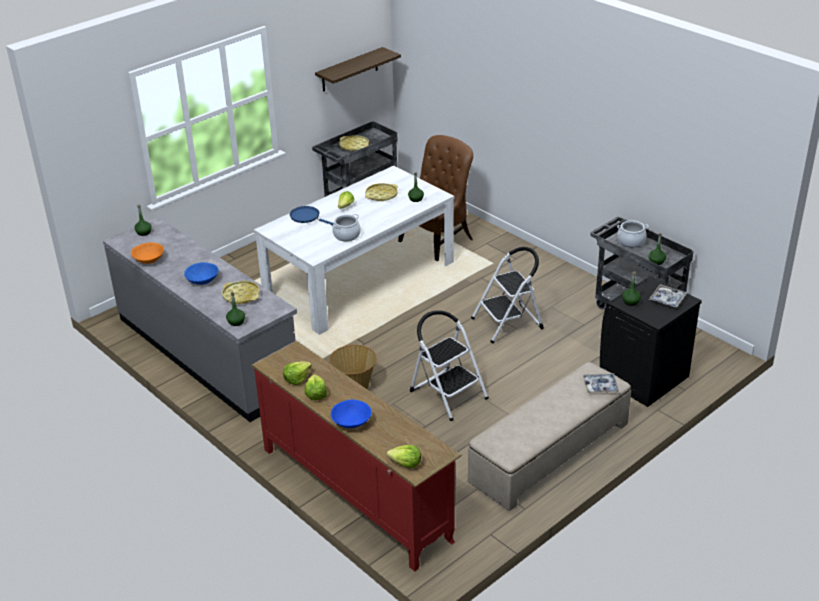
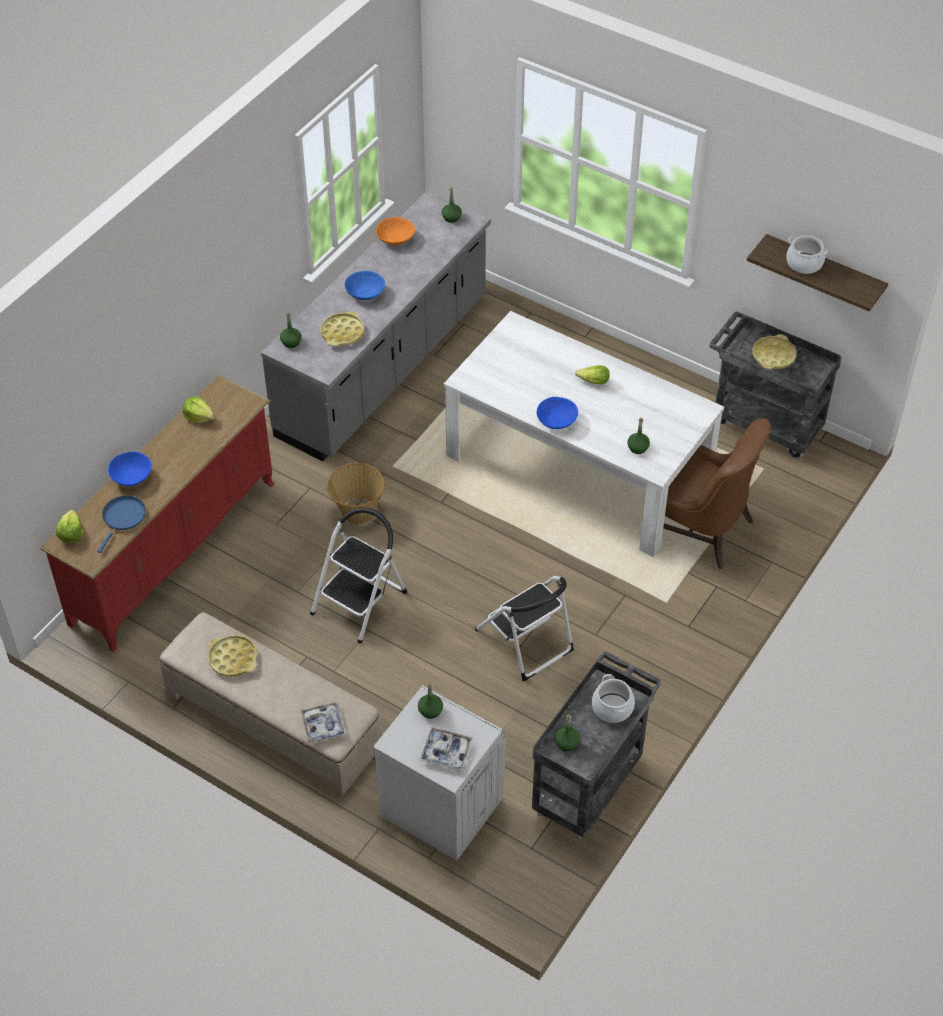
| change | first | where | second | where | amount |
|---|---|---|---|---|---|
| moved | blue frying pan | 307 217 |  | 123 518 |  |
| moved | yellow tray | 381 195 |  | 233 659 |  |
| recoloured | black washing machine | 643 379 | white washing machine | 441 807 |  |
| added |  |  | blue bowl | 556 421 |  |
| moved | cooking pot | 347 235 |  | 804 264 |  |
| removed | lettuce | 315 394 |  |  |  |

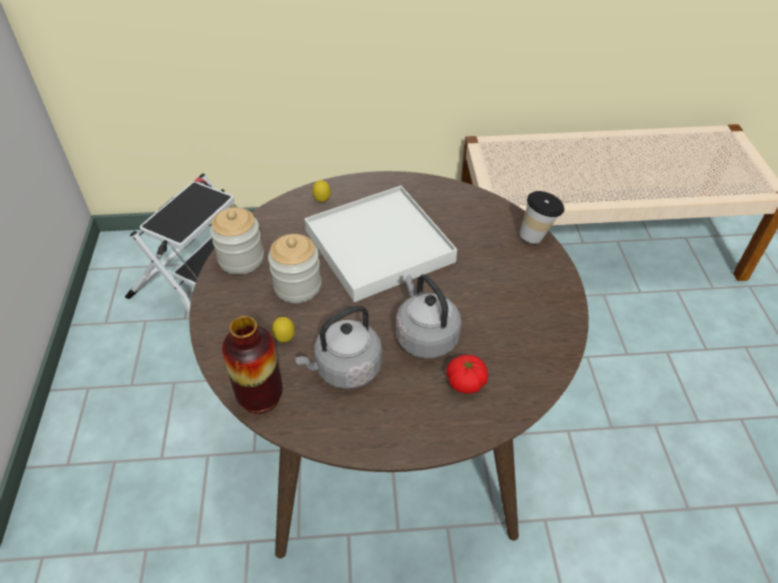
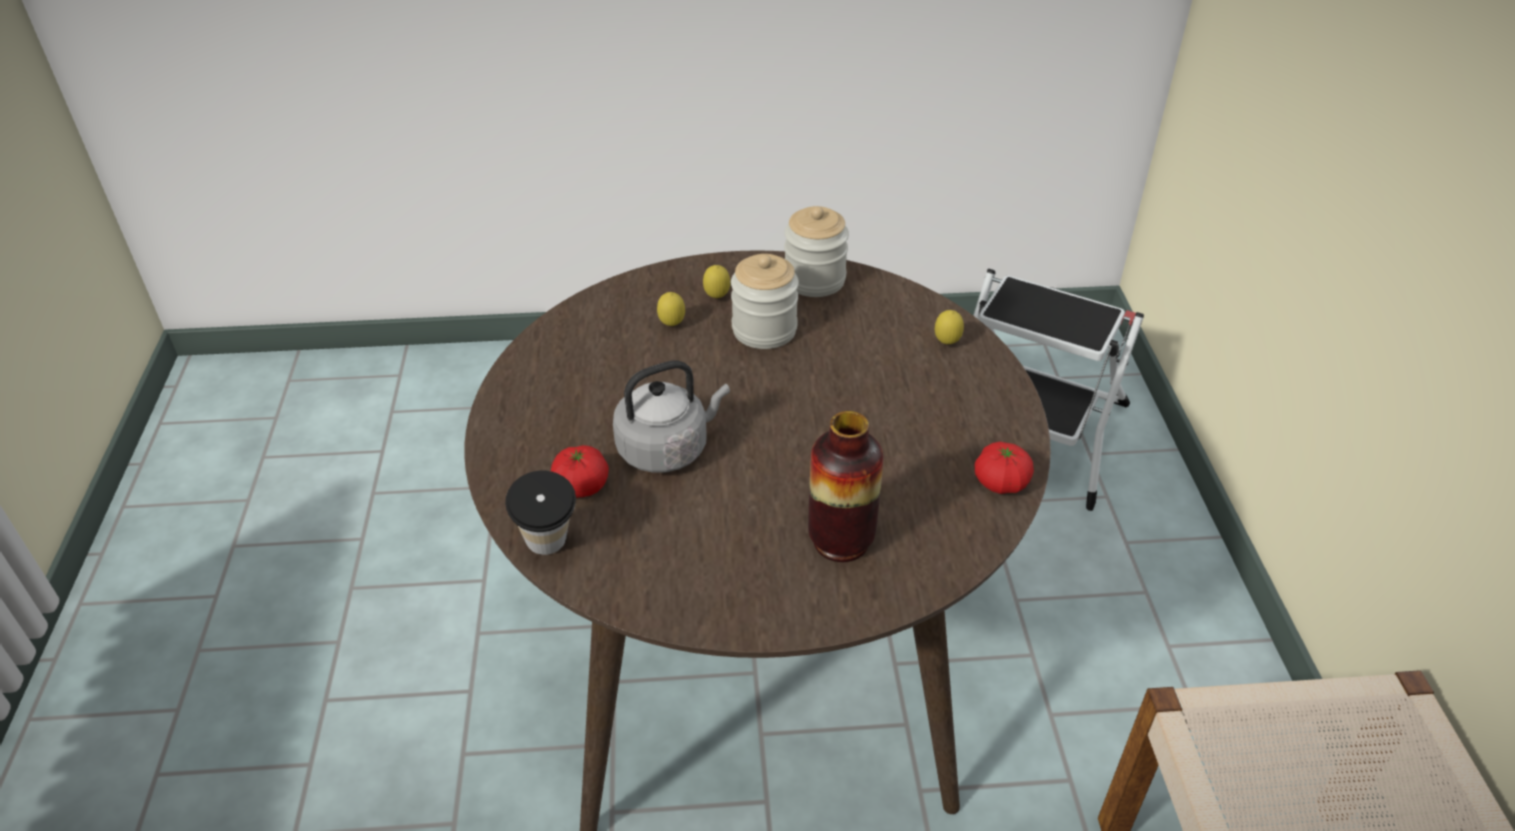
| change | first | where | second | where | amount |
|---|---|---|---|---|---|
| moved | cup | 537 236 |  | 549 550 |  |
| added |  |  | lemon | 717 297 |  |
| moved | vase | 260 397 |  | 841 541 |  |
| added |  |  | tomato | 1001 482 |  |
| removed | grey kettle | 345 369 |  |  |  |
| removed | white tray | 379 246 |  |  |  |

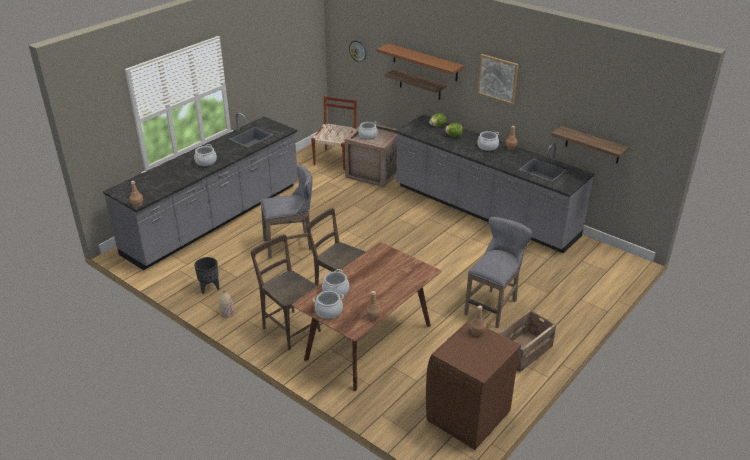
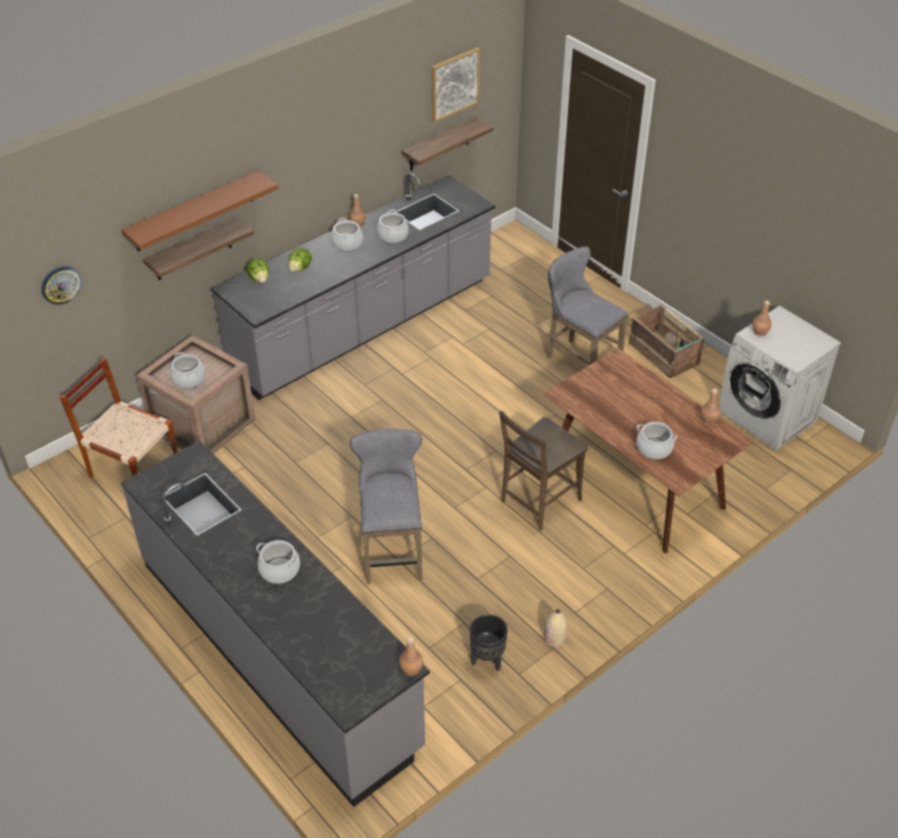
| change | first | where | second | where | amount |
|---|---|---|---|---|---|
| moved | cooking pot | 328 311 |  | 393 236 |  |
| moved | picture | 498 78 |  | 454 84 |  |
| recoloured | brown washing machine | 468 416 | white washing machine | 767 418 |  |
| removed | brown chair | 289 328 |  |  |  |

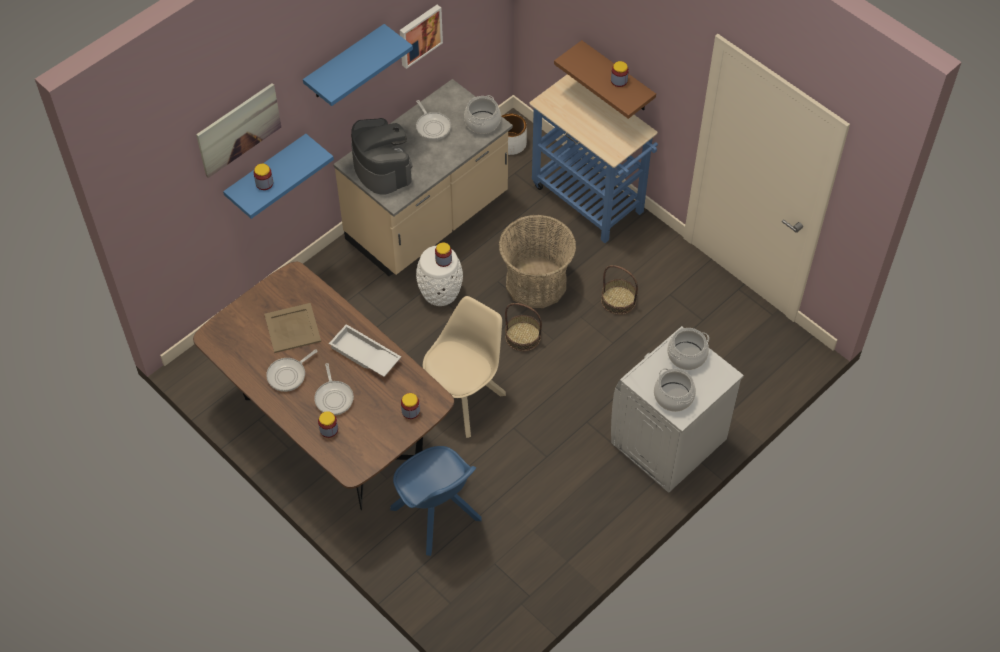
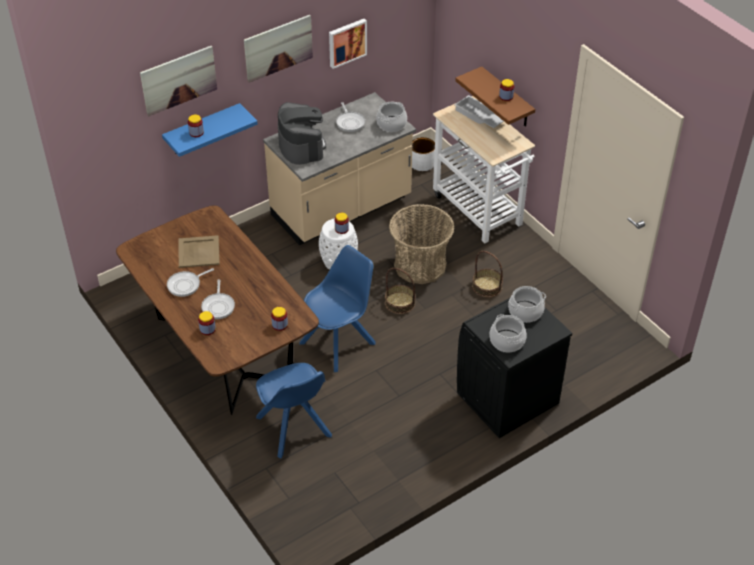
| change | first | where | second | where | amount |
|---|---|---|---|---|---|
| replaced | blue shelf | 345 63 | picture | 278 48 |  |
| recoloured | beige chair | 464 398 | blue chair | 339 342 |  |
| recoloured | blue cart | 589 200 | white cart | 478 211 |  |
| moved | white tray | 364 355 |  | 479 117 |  |
| recoloured | white washing machine | 668 442 | black washing machine | 507 399 |  |

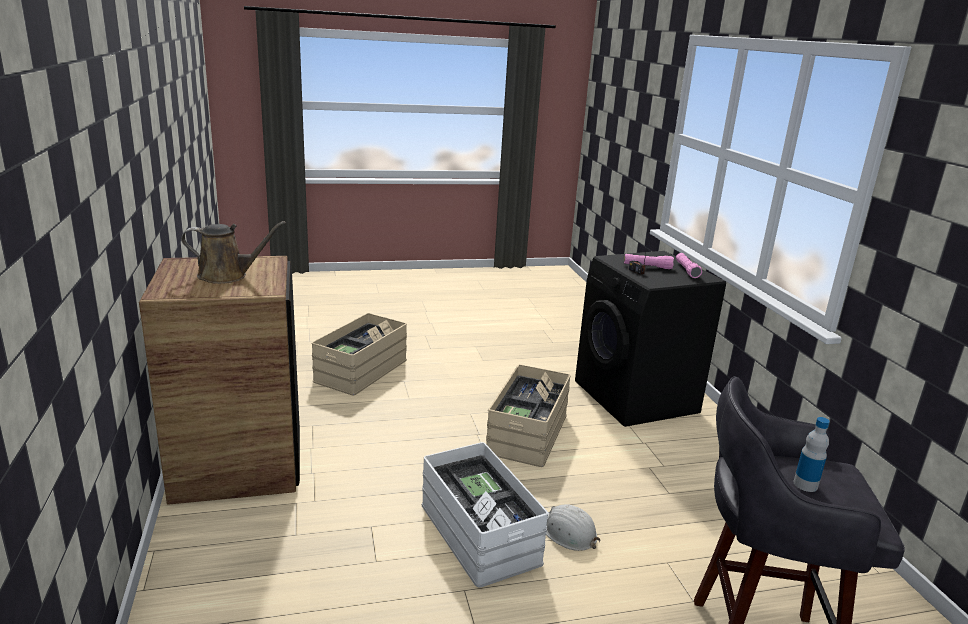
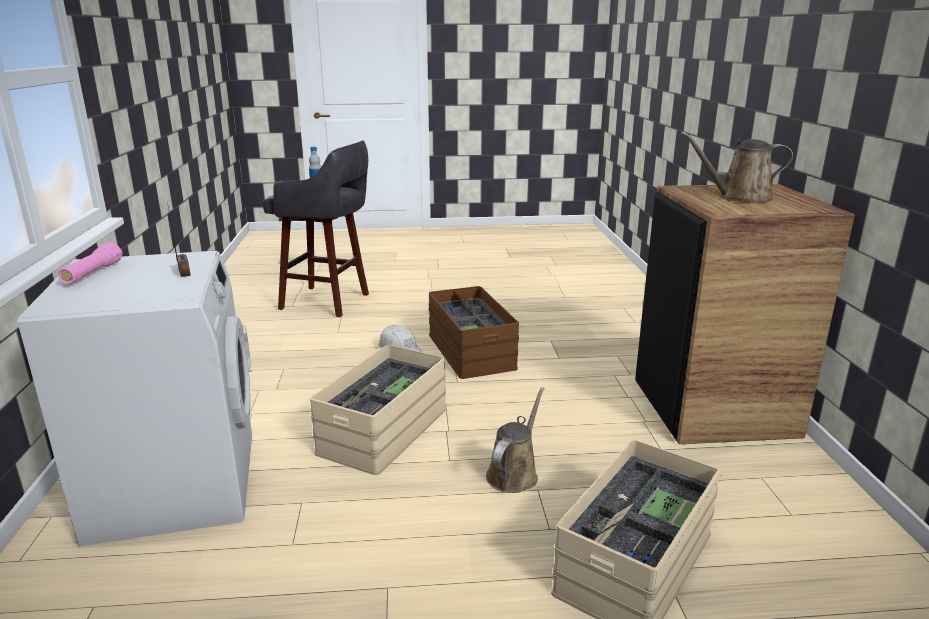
| change | first | where | second | where | amount |
|---|---|---|---|---|---|
| recoloured | black washing machine | 633 396 | white washing machine | 179 482 |  |
| recoloured | white storage box | 480 532 | brown storage box | 469 351 |  |
| added |  |  | brown watering can | 514 473 |  |
| removed | pink flashlight | 647 267 |  |  |  |

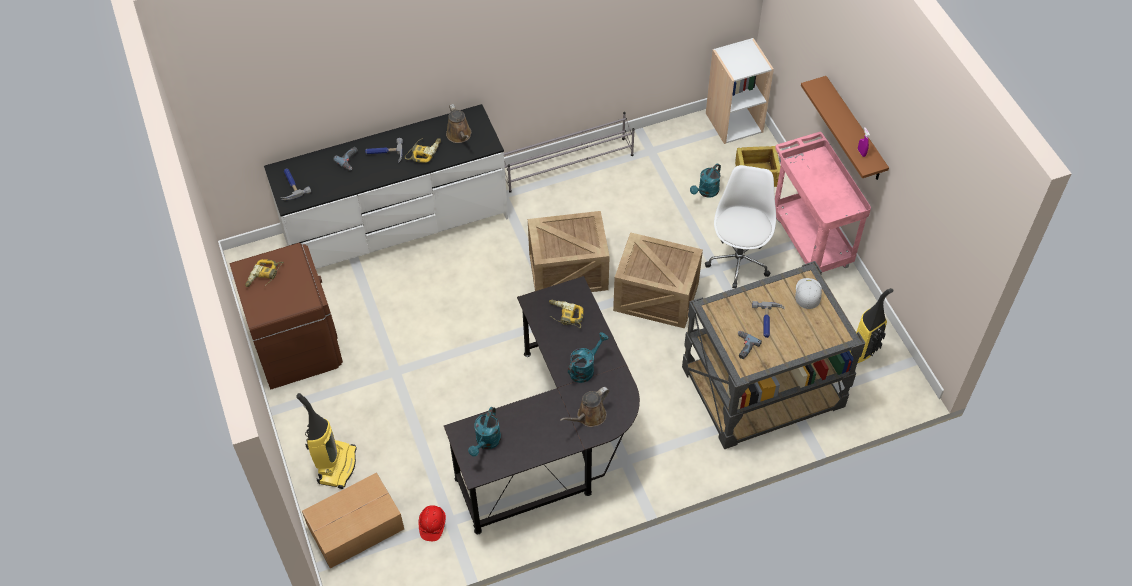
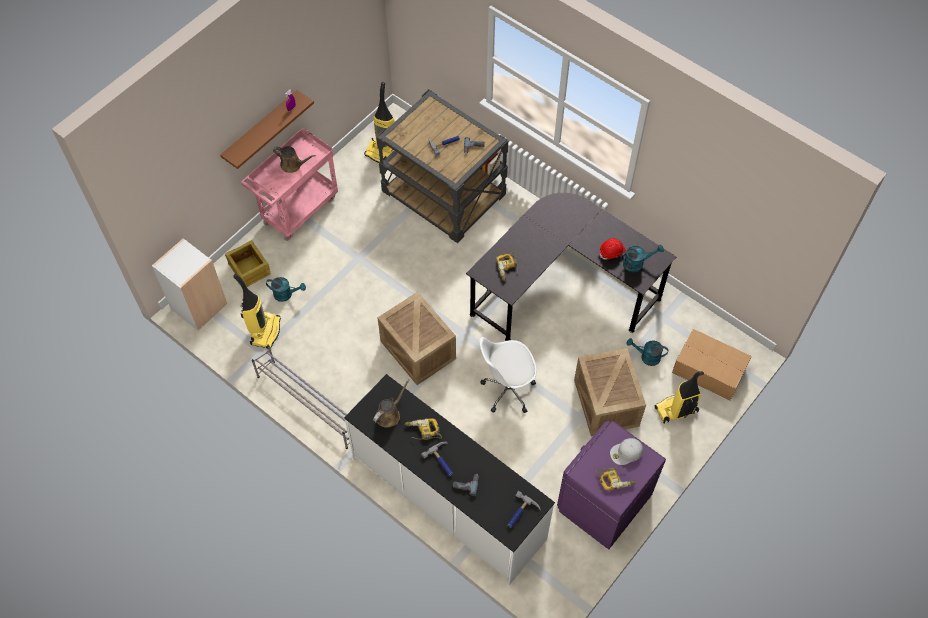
| change | first | where | second | where | amount |
|---|---|---|---|---|---|
| added |  |  | vacuum cleaner | 265 331 |  |
| moved | brown watering can | 589 416 |  | 293 165 |  |
| moved | white office chair | 738 261 |  | 506 391 |  |
| recoloured | brown washing machine | 297 344 | purple washing machine | 602 501 |  |
| moved | crate | 657 296 |  | 605 402 |  |
| moved | red hard hat | 432 525 |  | 612 252 |  |
| moved | white cap | 807 293 |  | 626 453 |  |
| moved | turquoise watering can | 585 368 |  | 646 357 |  |

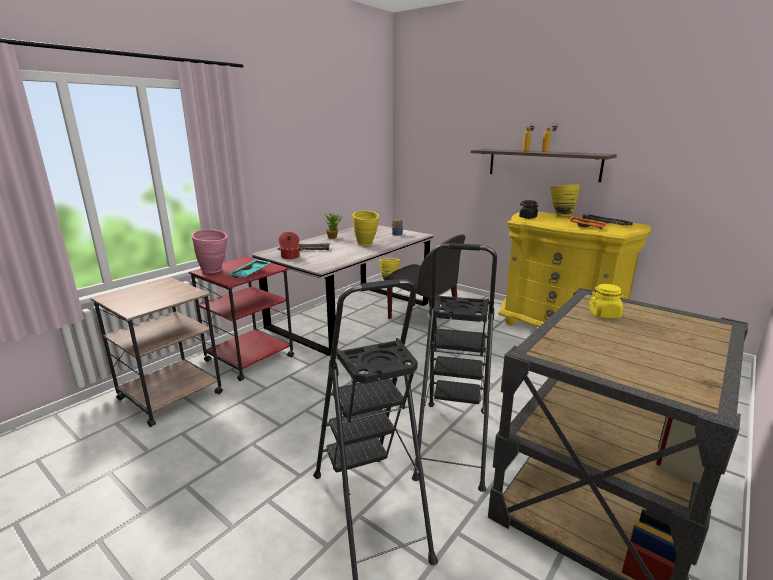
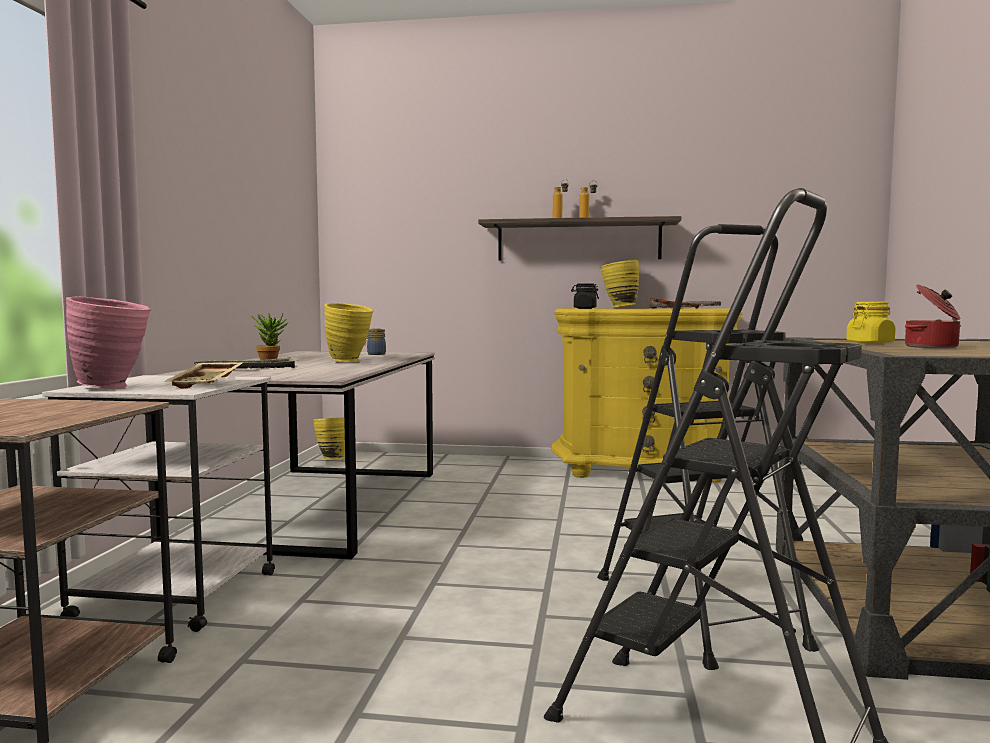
| change | first | where | second | where | amount |
|---|---|---|---|---|---|
| recoloured | red cart | 250 357 | white cart | 177 594 |  |
| recoloured | turquoise tray | 251 273 | beige tray | 208 384 |  |
| moved | cooking pot | 290 257 |  | 932 347 |  |
| removed | grey chair | 425 319 |  |  |  |

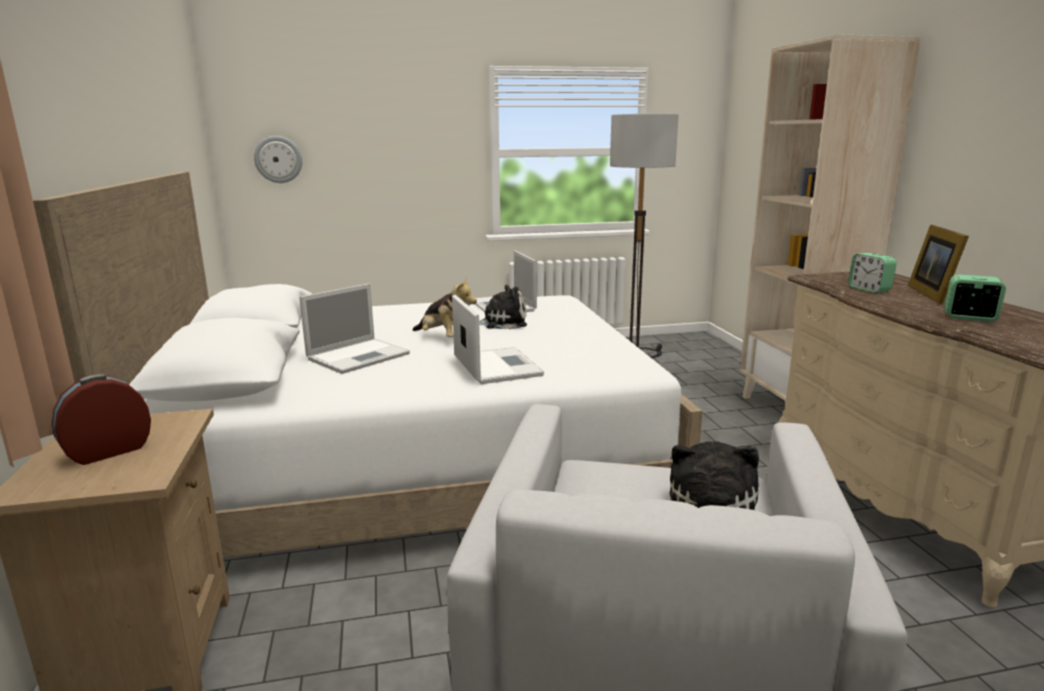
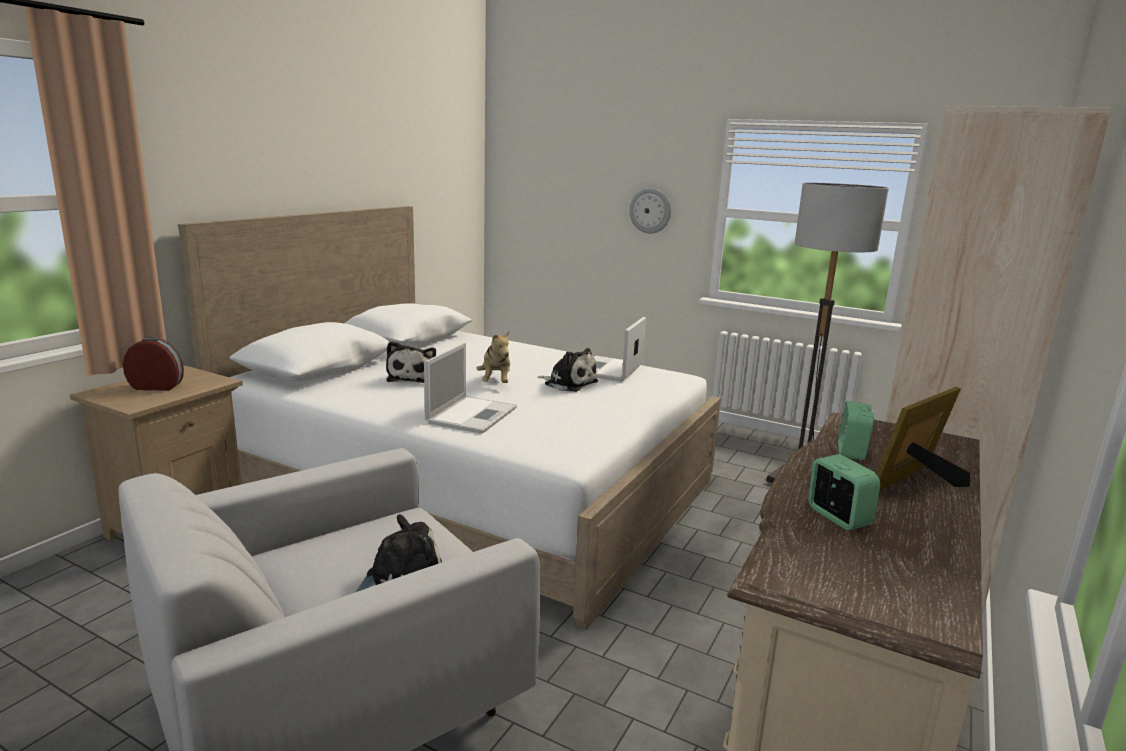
| change | first | where | second | where | amount |
|---|---|---|---|---|---|
| replaced | laptop | 359 356 | plush toy | 413 377 |  |
| moved | wall clock | 278 159 |  | 650 211 |  |

